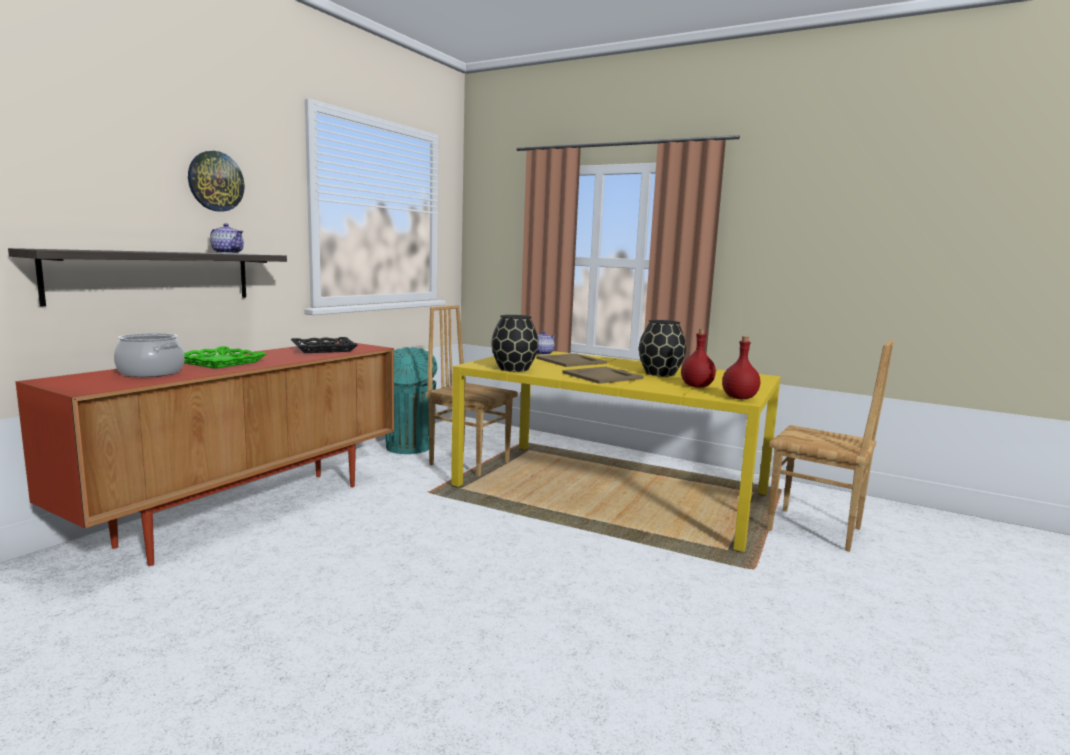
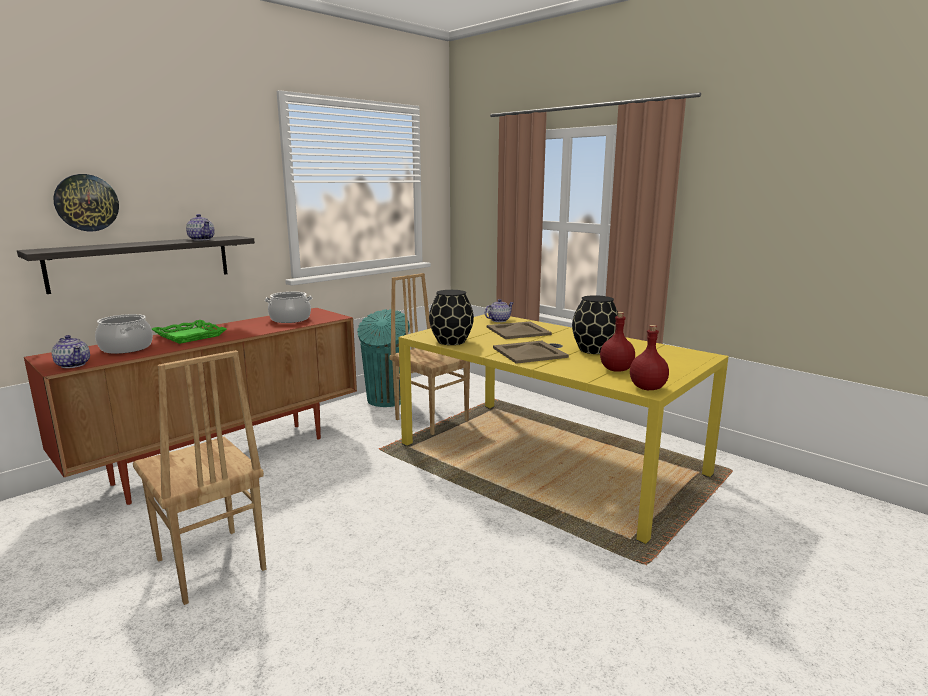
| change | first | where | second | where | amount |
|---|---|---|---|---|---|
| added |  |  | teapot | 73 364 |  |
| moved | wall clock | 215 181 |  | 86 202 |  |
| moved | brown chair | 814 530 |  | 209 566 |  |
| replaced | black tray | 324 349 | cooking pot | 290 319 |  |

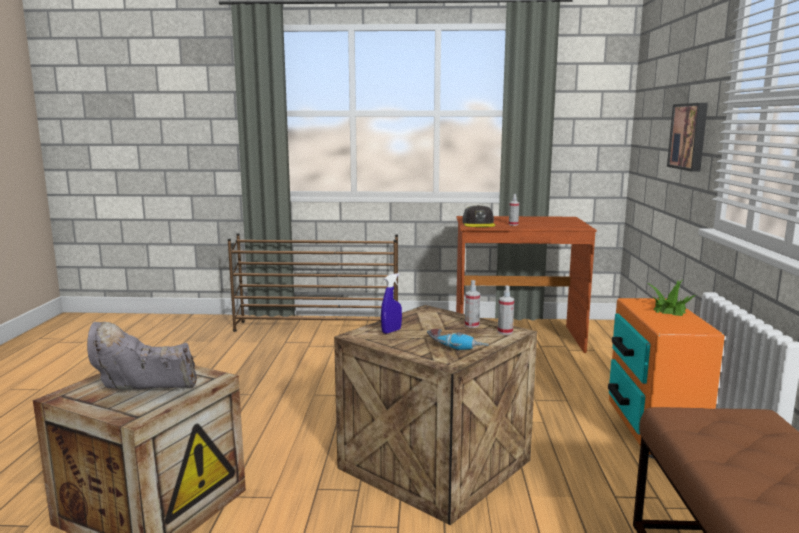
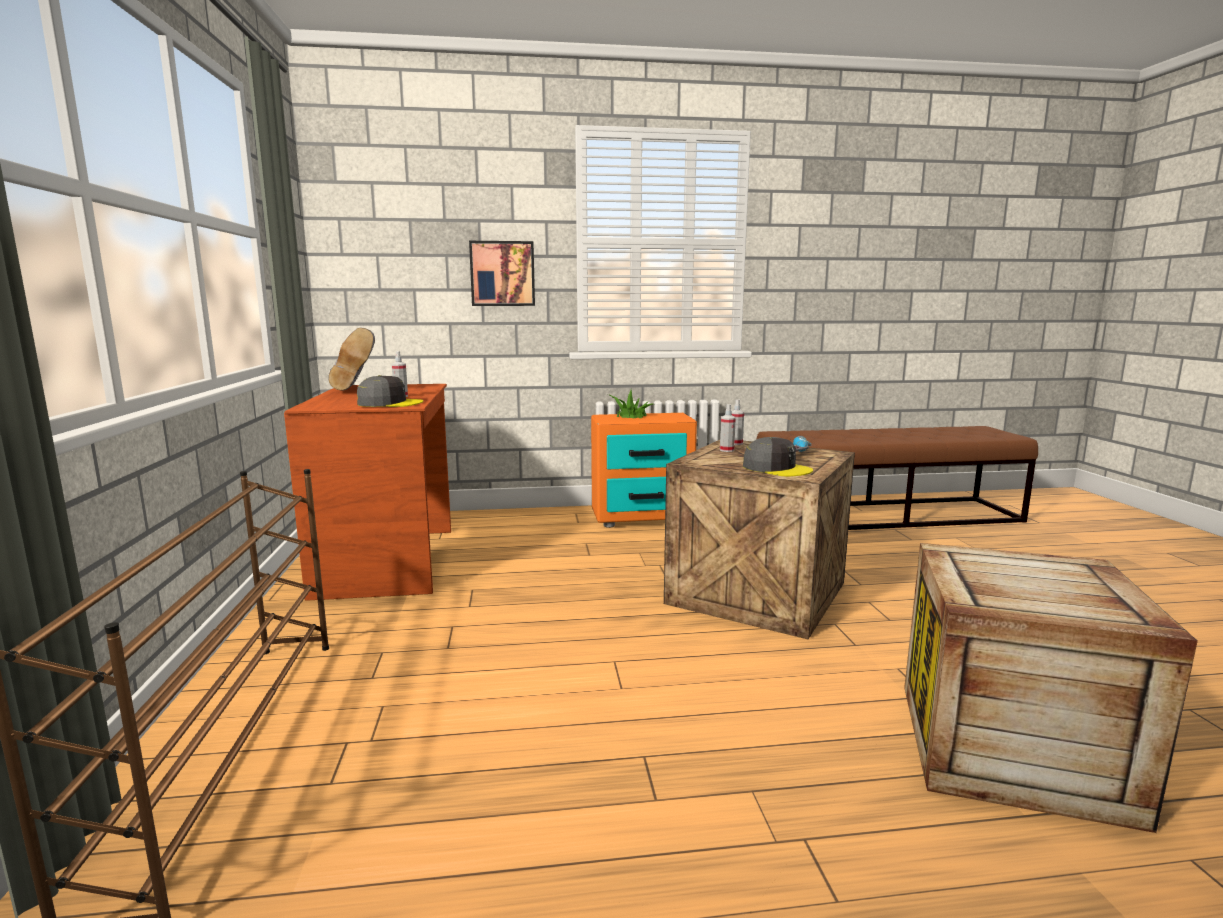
| change | first | where | second | where | amount |
|---|---|---|---|---|---|
| moved | grey boot | 145 395 |  | 353 390 |  |
| replaced | blue spray bottle | 391 331 | grey cap | 776 468 |  |

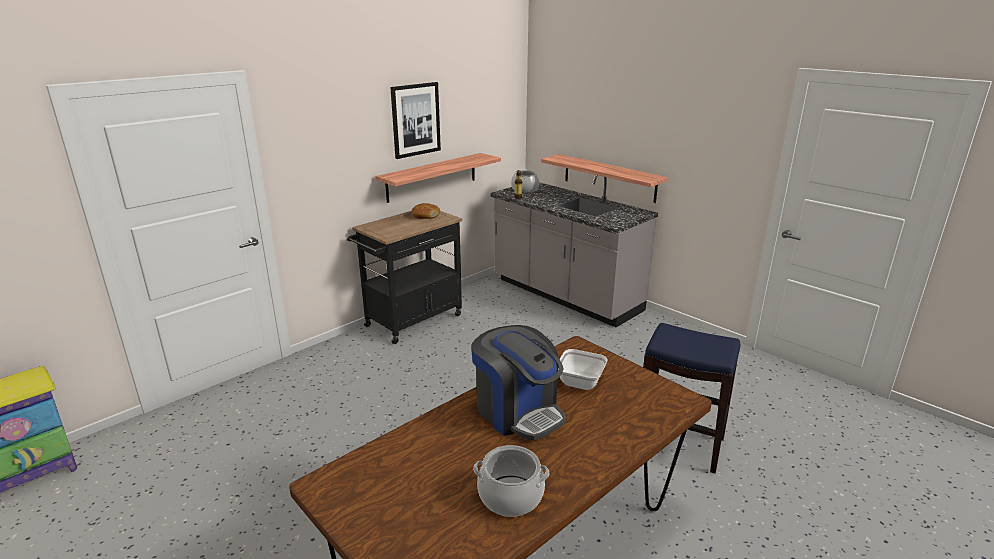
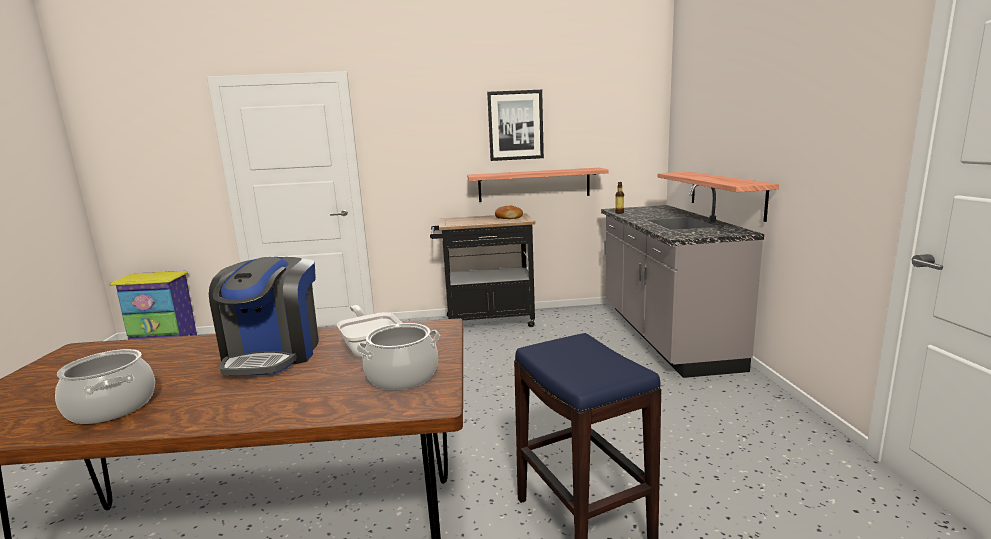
| change | first | where | second | where | amount |
|---|---|---|---|---|---|
| moved | cooking pot | 525 189 |  | 402 376 |  |

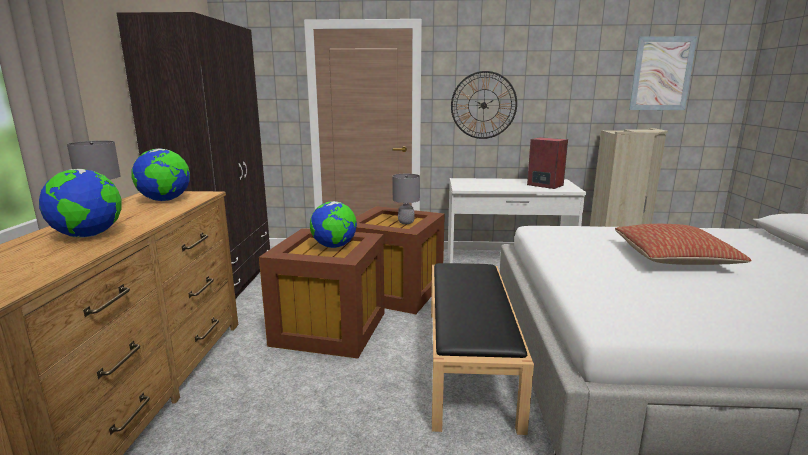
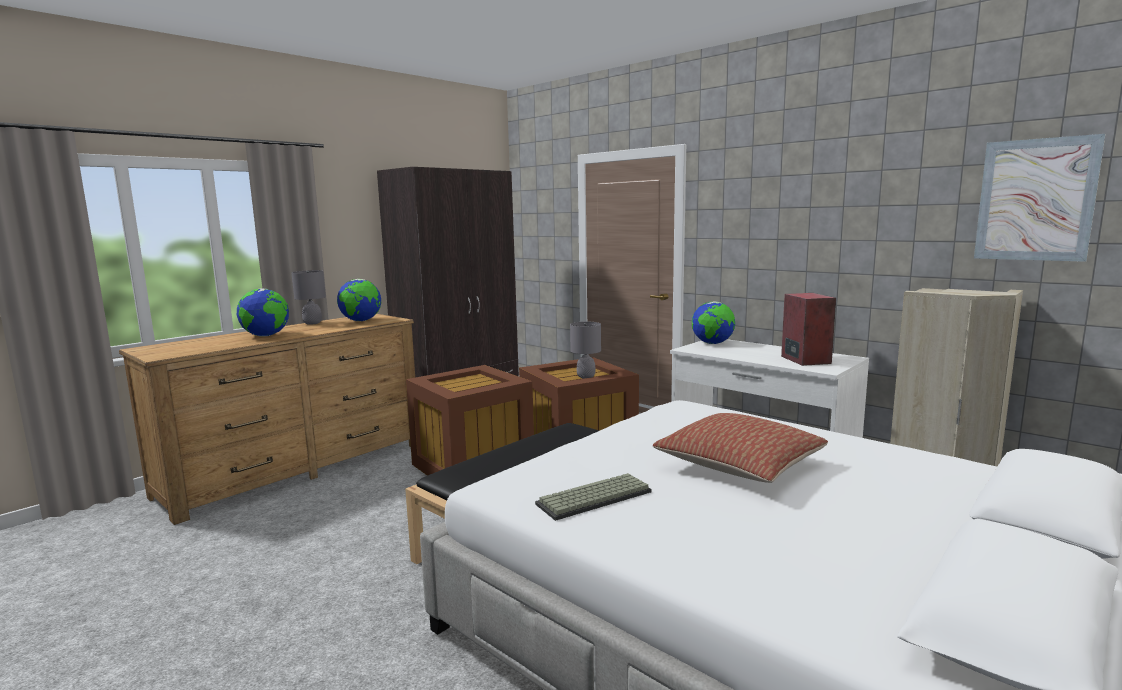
| change | first | where | second | where | amount |
|---|---|---|---|---|---|
| added |  |  | keyboard | 594 499 |  |
| moved | globe | 334 246 |  | 712 343 |  |
| removed | wall clock | 483 105 |  |  |  |

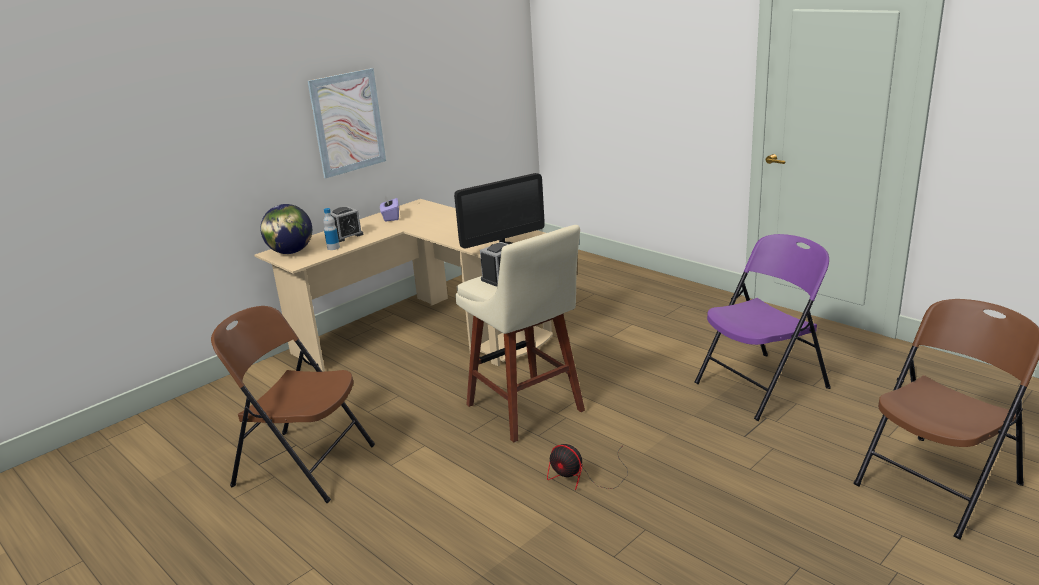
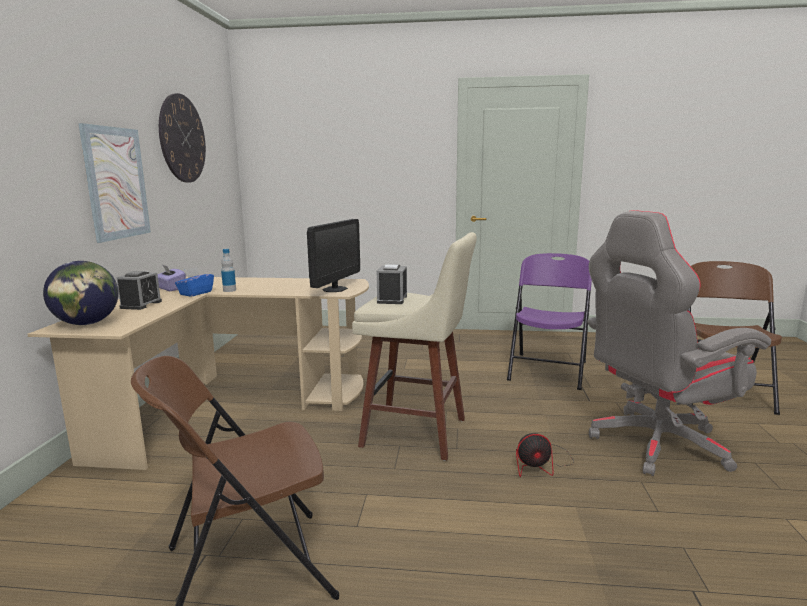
| change | first | where | second | where | amount |
|---|---|---|---|---|---|
| added |  |  | wall clock | 182 139 |  |
| added |  |  | blue tissue box | 195 293 |  |
| moved | bottle | 333 247 |  | 229 290 |  |
| added |  |  | grey office chair | 658 443 |  |

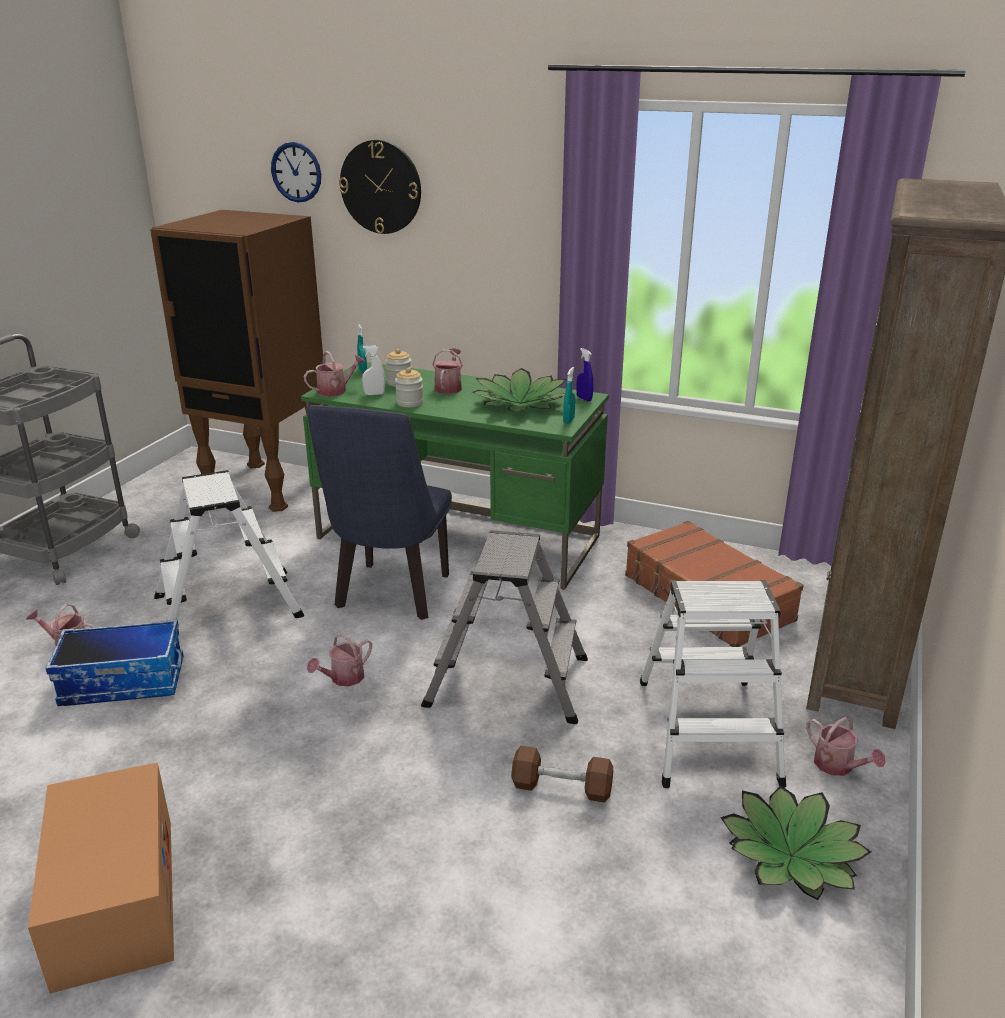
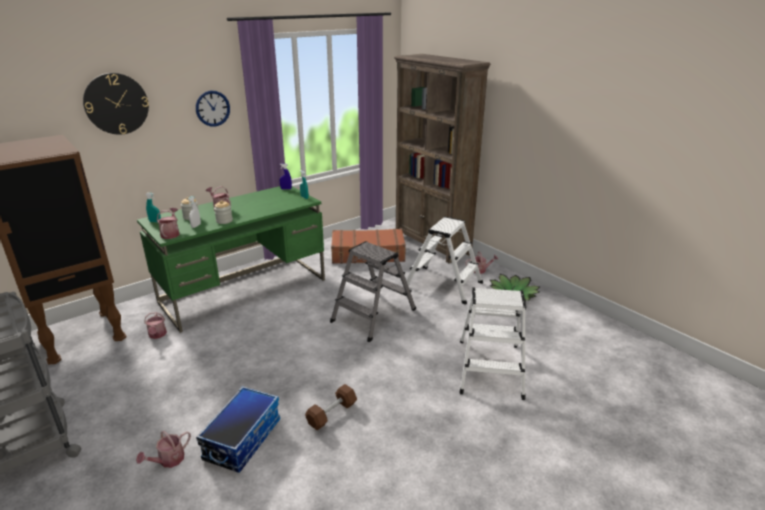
| change | first | where | second | where | amount |
|---|---|---|---|---|---|
| moved | watering can | 343 678 |  | 157 335 |  |
| moved | wall clock | 296 172 |  | 212 108 |  |
| moved | brown dumbbell | 561 787 |  | 332 414 |  |
| moved | white step ladder | 228 606 |  | 490 367 |  |
| removed | cardboard box | 115 900 |  |  |  |
| removed | blue chair | 391 596 |  |  |  |
| removed | potted plant | 521 403 |  |  |  |

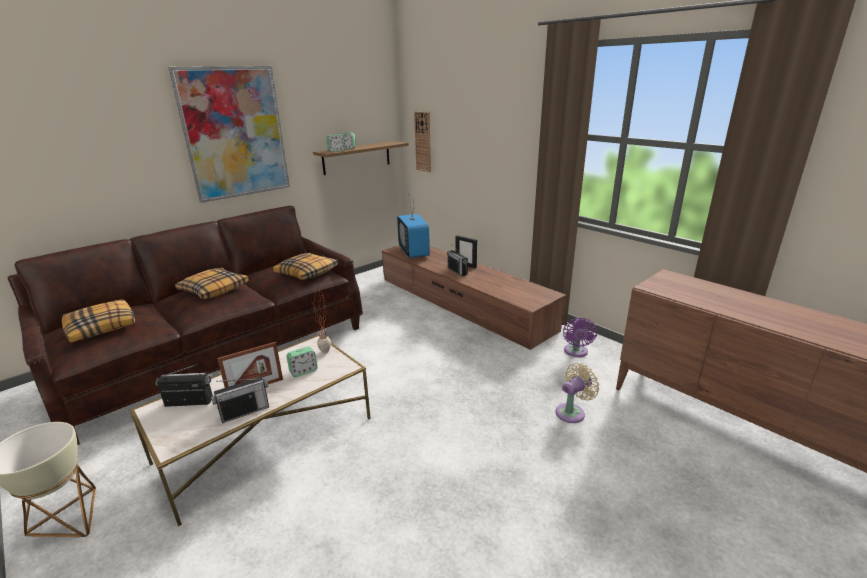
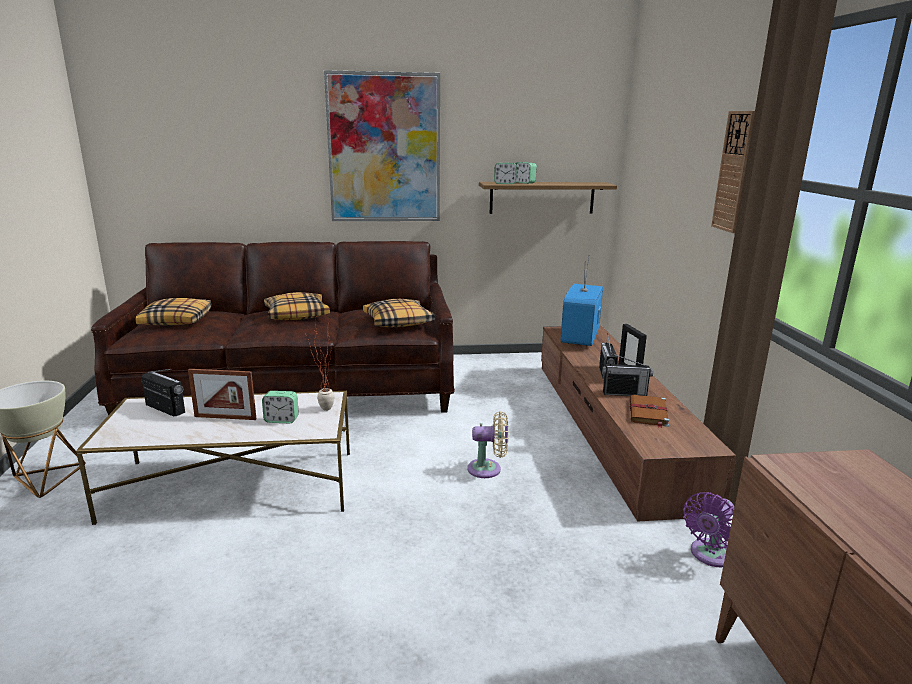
| change | first | where | second | where | amount |
|---|---|---|---|---|---|
| moved | beige fan | 572 412 |  | 488 469 |  |
| moved | radio | 245 412 |  | 624 393 |  |
| added |  |  | brown book | 648 413 |  |
| moved | wall clock | 423 142 |  | 733 172 |  |

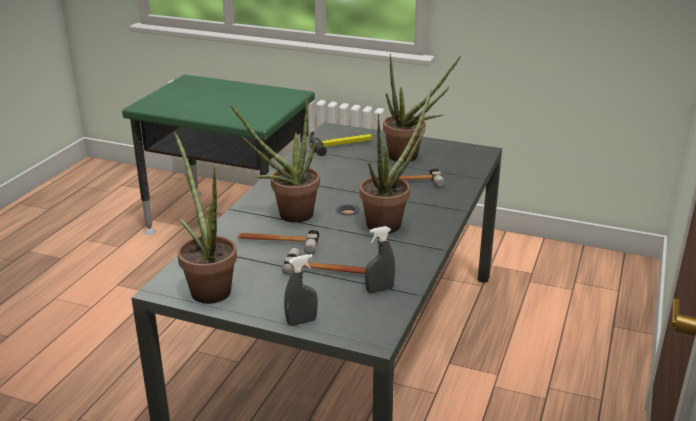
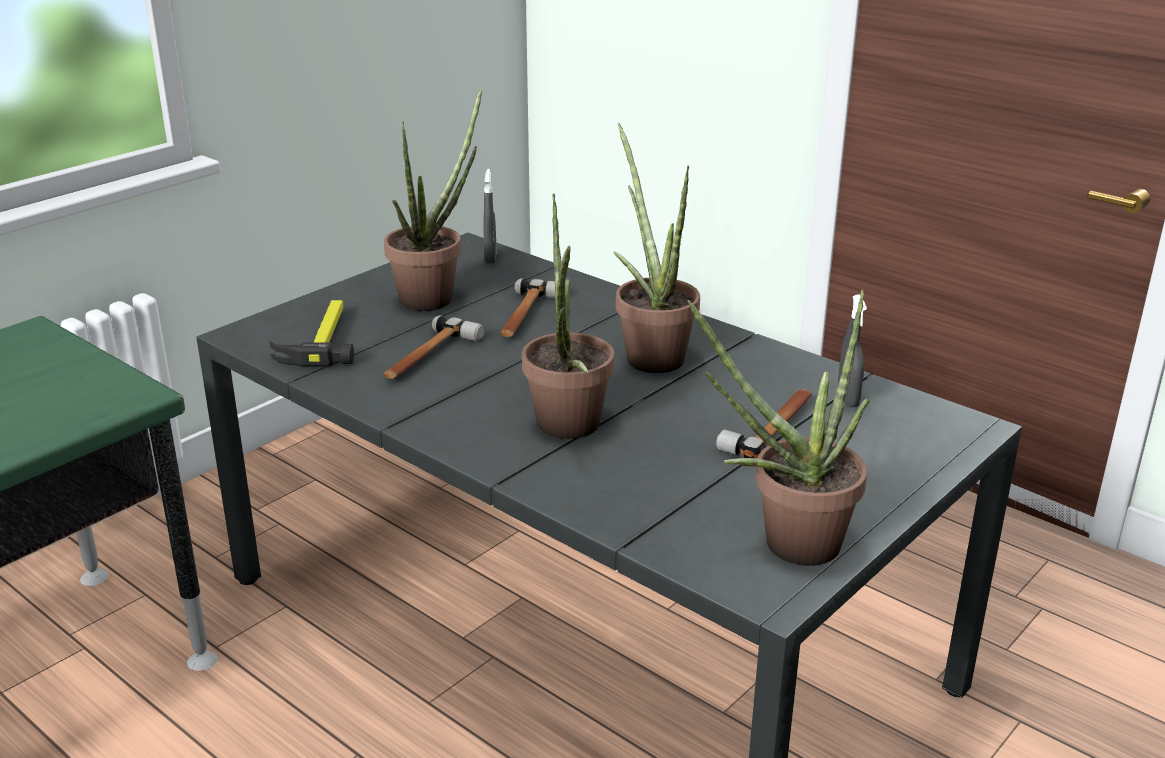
| change | first | where | second | where | amount |
|---|---|---|---|---|---|
| moved | hammer | 277 243 |  | 428 357 |  |
| moved | grey spray bottle | 301 322 |  | 490 258 |  |

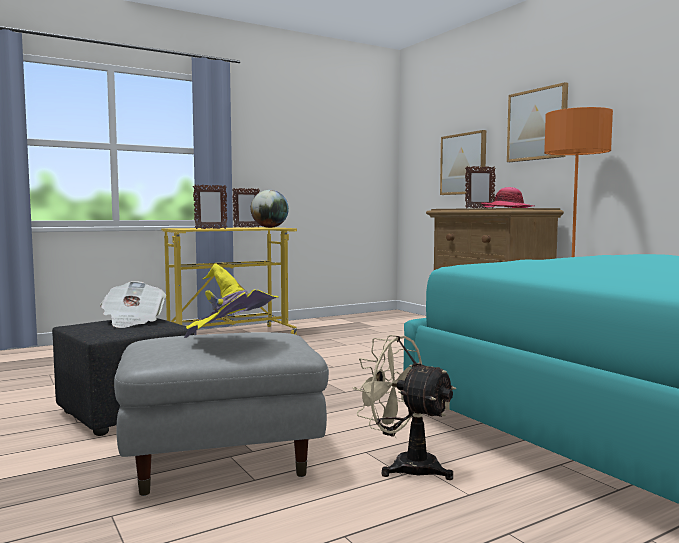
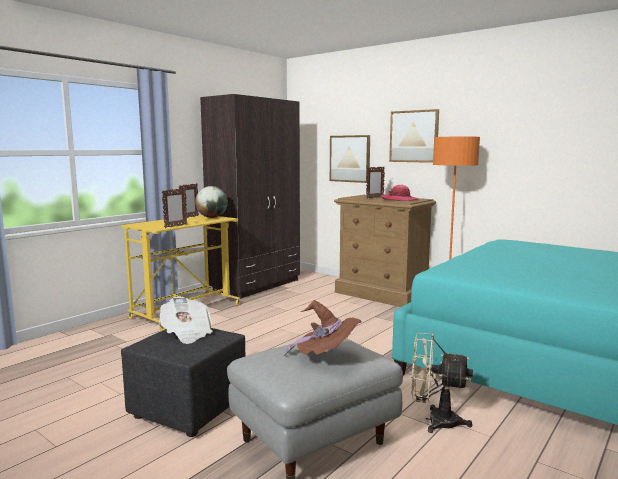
| change | first | where | second | where | amount |
|---|---|---|---|---|---|
| added |  |  | brown wardrobe | 256 285 |  |
| recoloured | yellow hat | 231 343 | brown hat | 327 357 |  |

